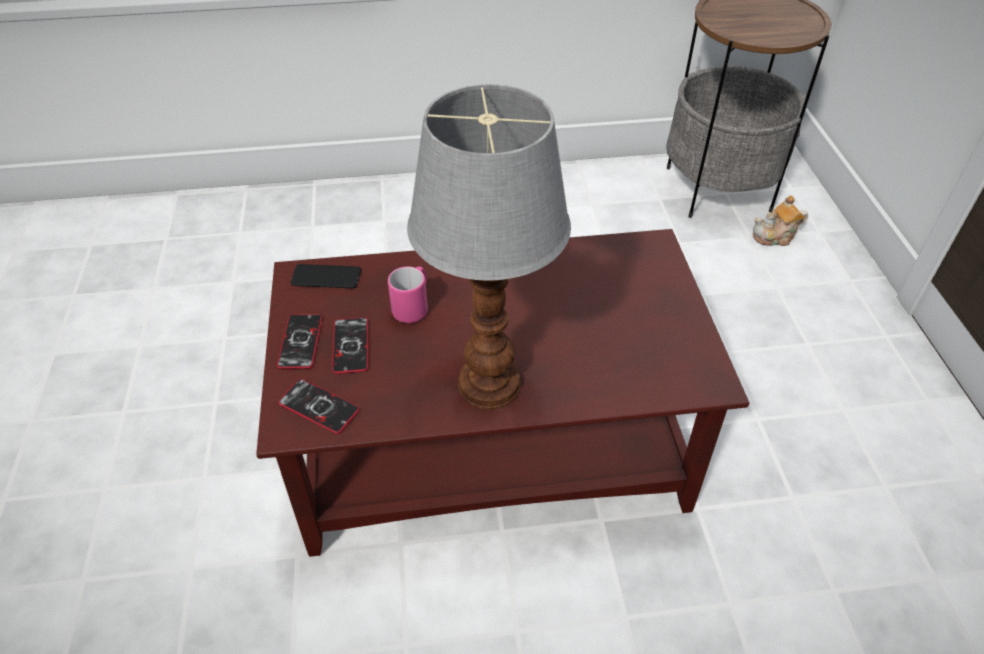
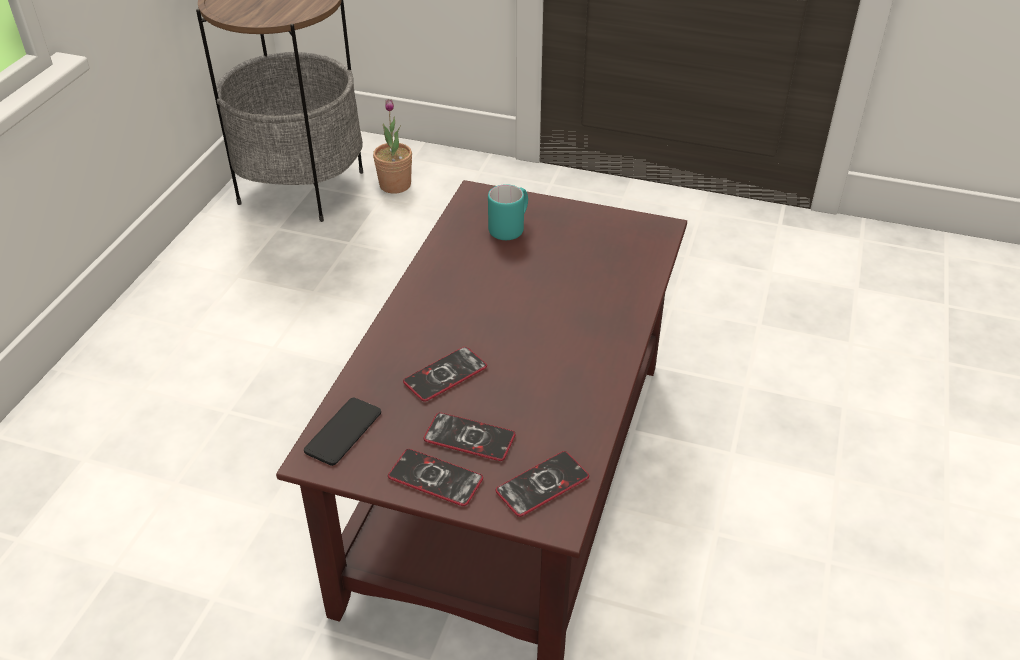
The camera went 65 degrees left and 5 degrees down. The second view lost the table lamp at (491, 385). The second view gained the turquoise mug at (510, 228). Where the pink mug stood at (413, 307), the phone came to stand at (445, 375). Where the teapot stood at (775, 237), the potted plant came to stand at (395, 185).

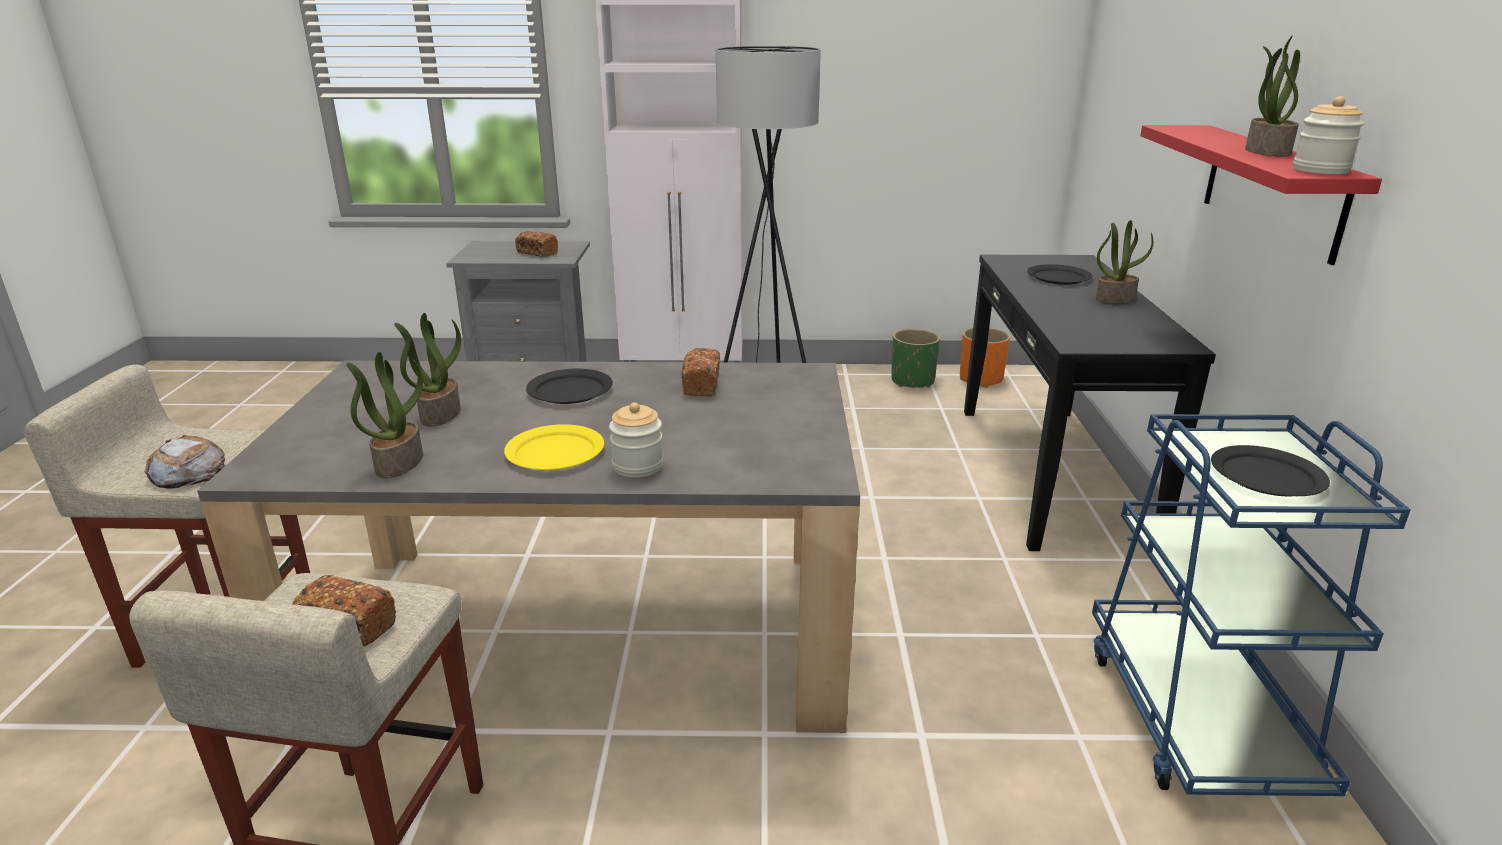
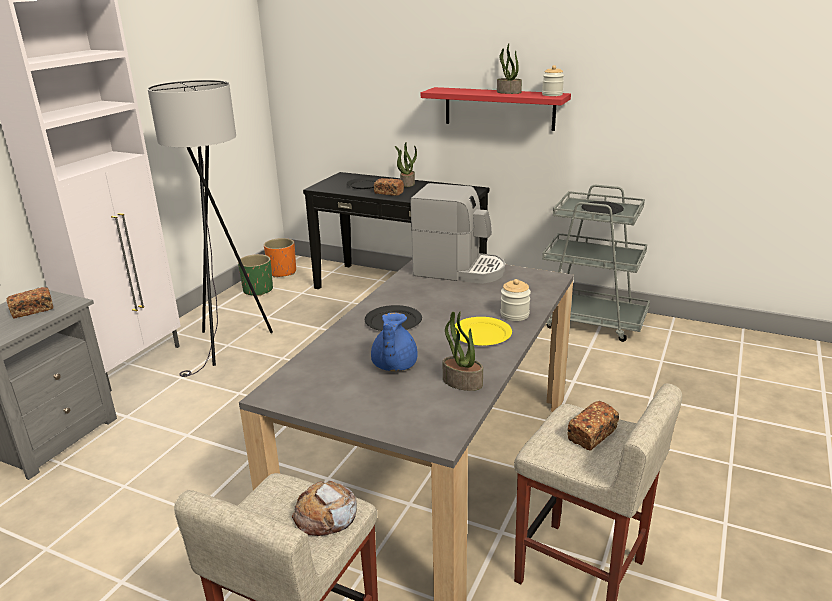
The camera went 65 degrees left and 0 degrees up. The second view gained the coffee machine at (459, 270). The bread ended up elsewhere, having gone from (701, 384) to (388, 193). Where the potted plant stood at (440, 414), the blue teapot came to stand at (393, 365). What was the blue cart at (1196, 716) turned into the grey cart at (589, 321).

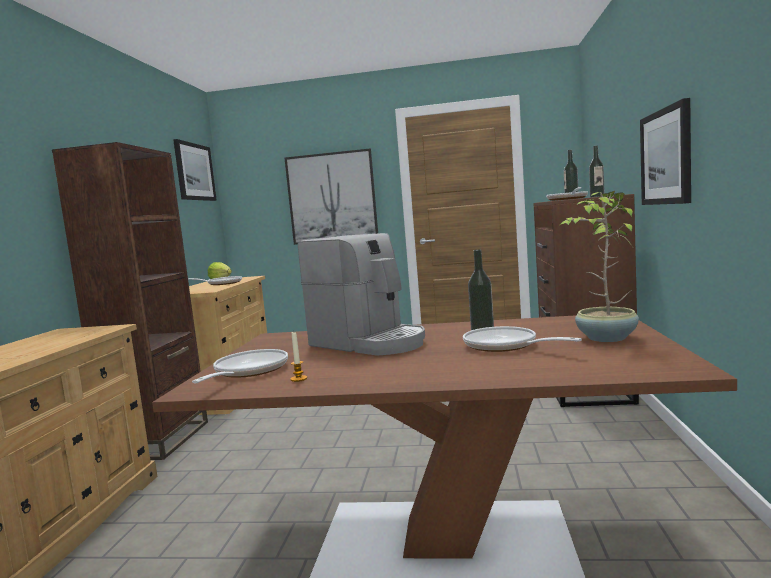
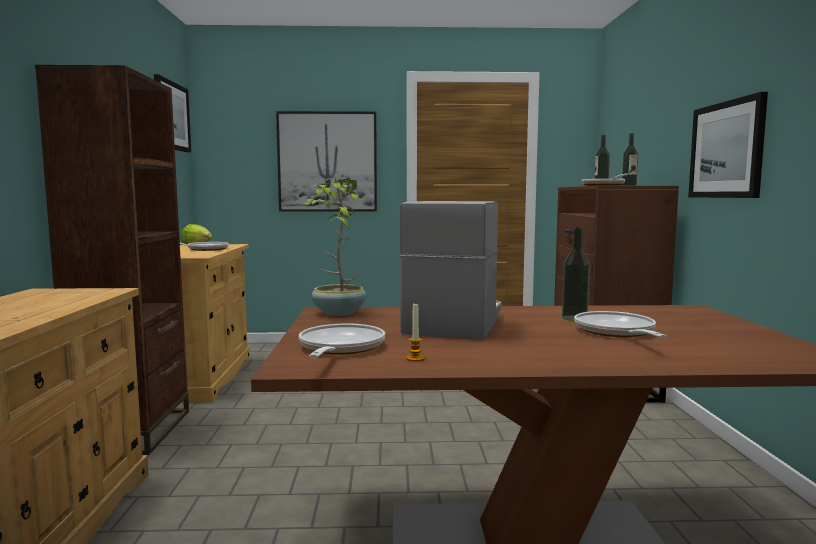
The camera went 10 degrees left and 0 degrees up. The potted plant ended up elsewhere, having gone from (605, 338) to (337, 313). The coffee machine at (369, 343) ended up facing another way, 105 degrees counterclockwise from before. The frying pan at (505, 346) ended up facing another way, 45 degrees clockwise from before.

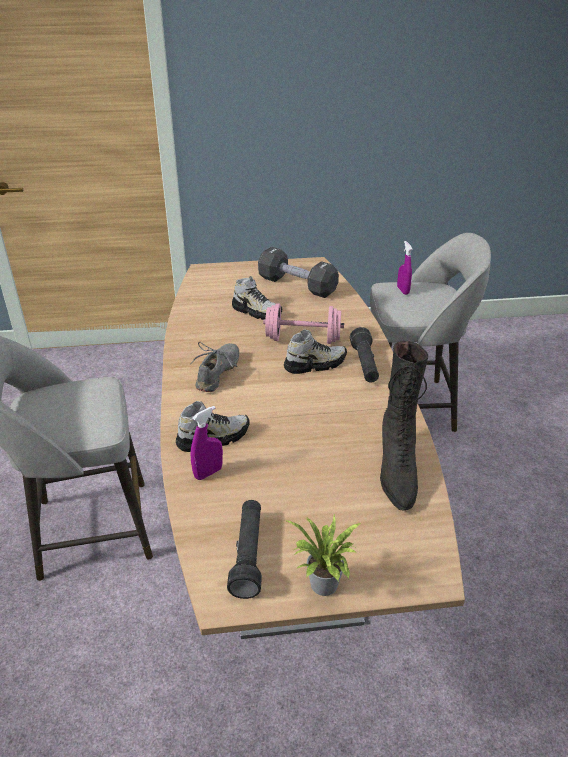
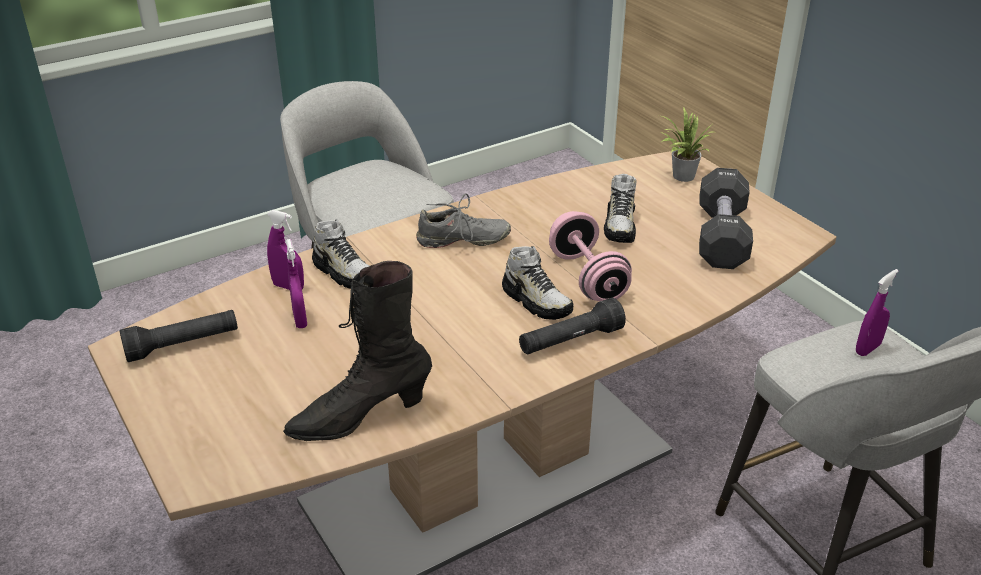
The camera went 65 degrees right and 0 degrees up. The second view gained the purple spray bottle at (300, 320). The potted plant ended up elsewhere, having gone from (323, 587) to (680, 176).

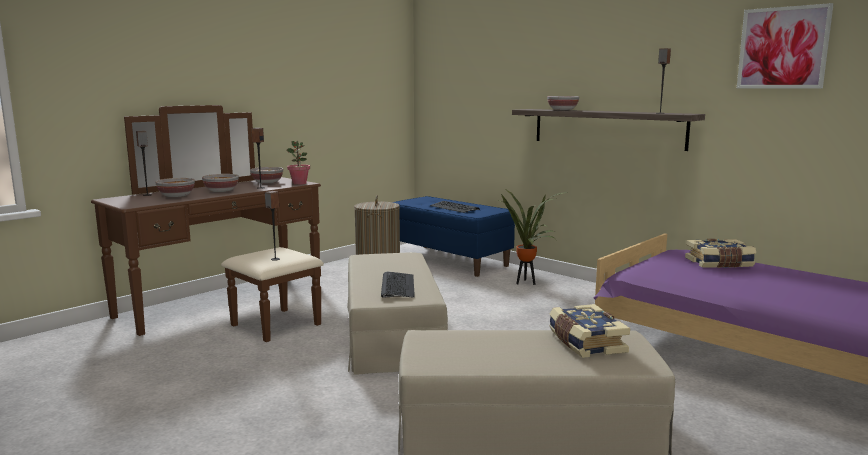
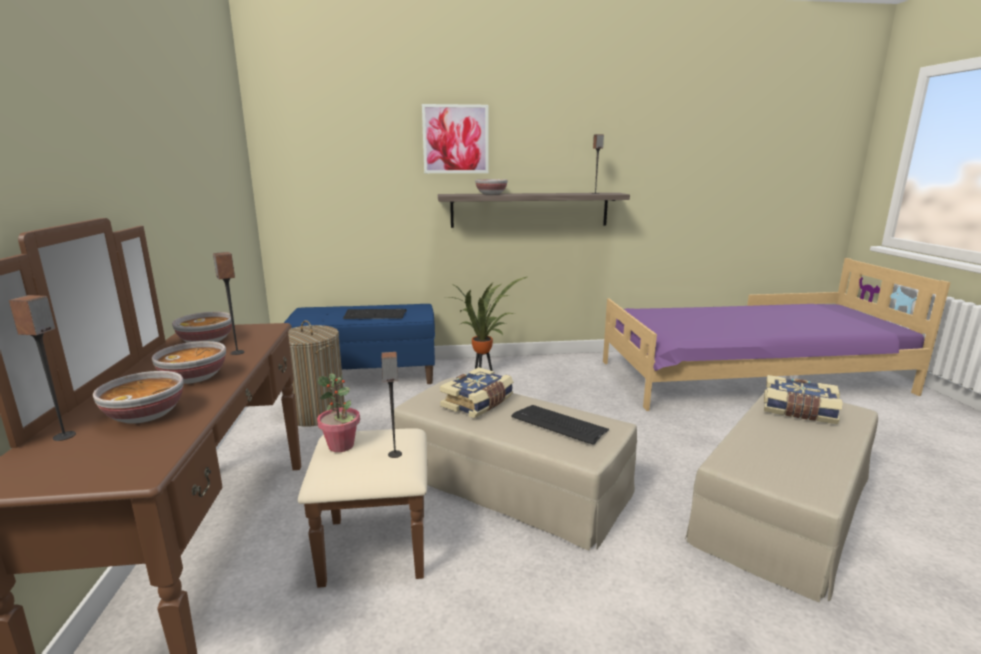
The camera went 50 degrees left and 5 degrees up. The potted plant ended up elsewhere, having gone from (299, 183) to (341, 446). The book ended up elsewhere, having gone from (719, 263) to (478, 403). The picture ended up elsewhere, having gone from (783, 48) to (455, 139).

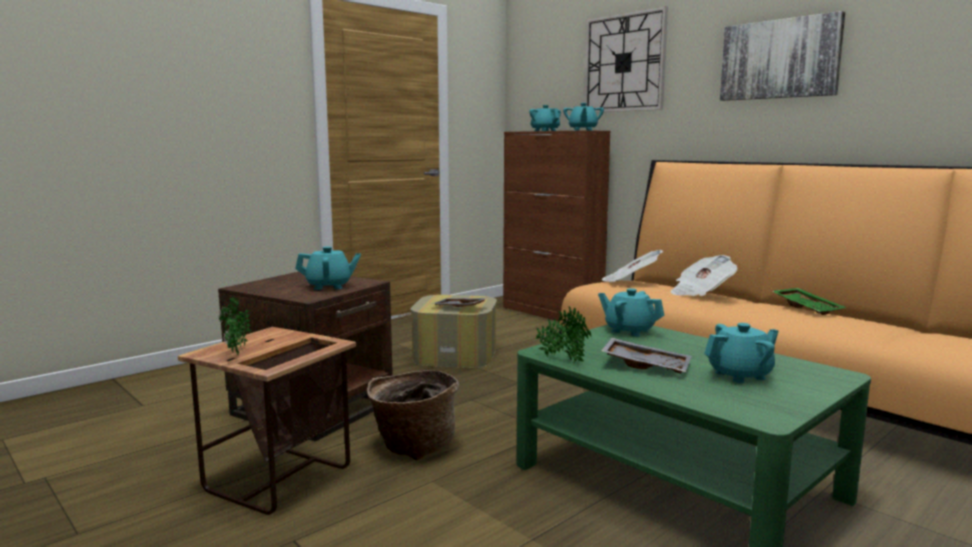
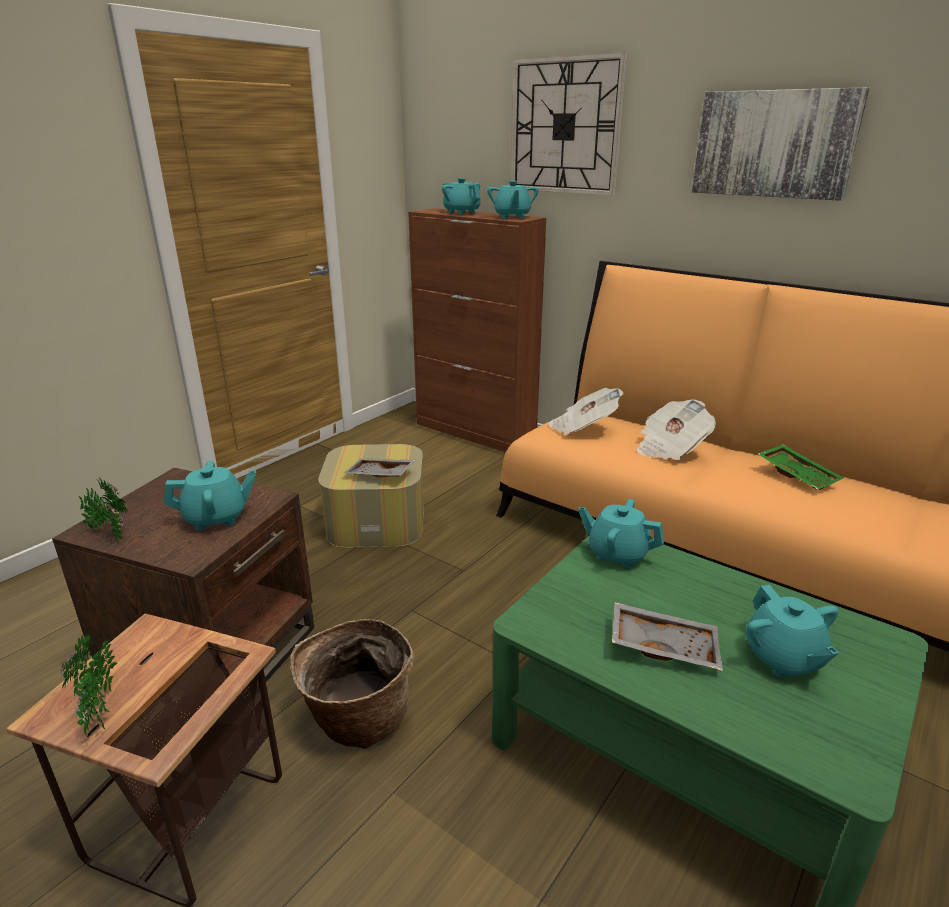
The camera went 10 degrees left and 15 degrees up. The potted plant ended up elsewhere, having gone from (562, 360) to (109, 533). The turquoise teapot at (740, 375) ended up facing another way, 105 degrees clockwise from before.

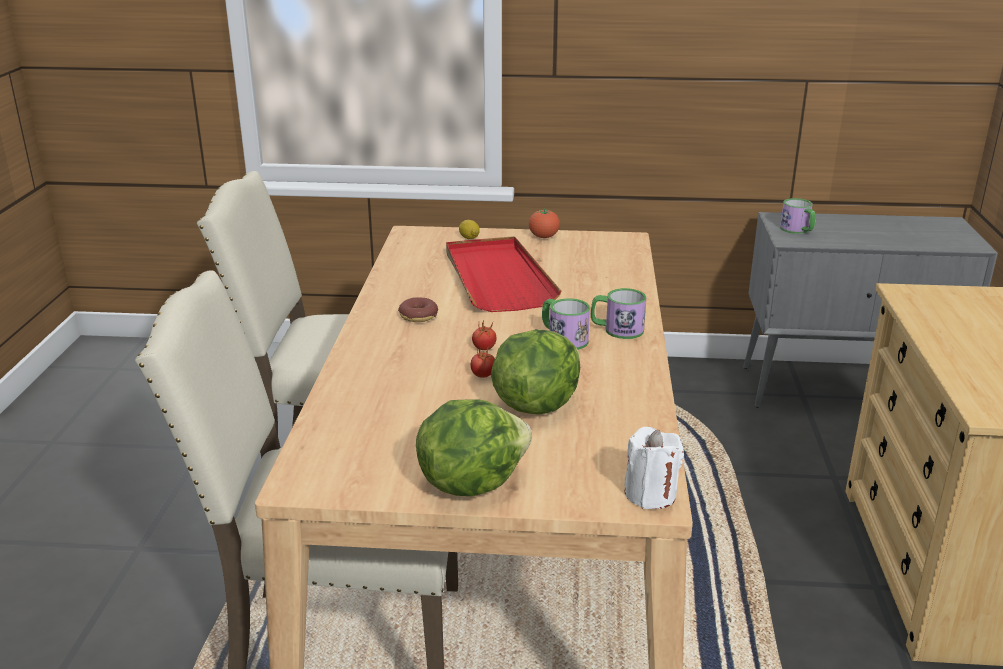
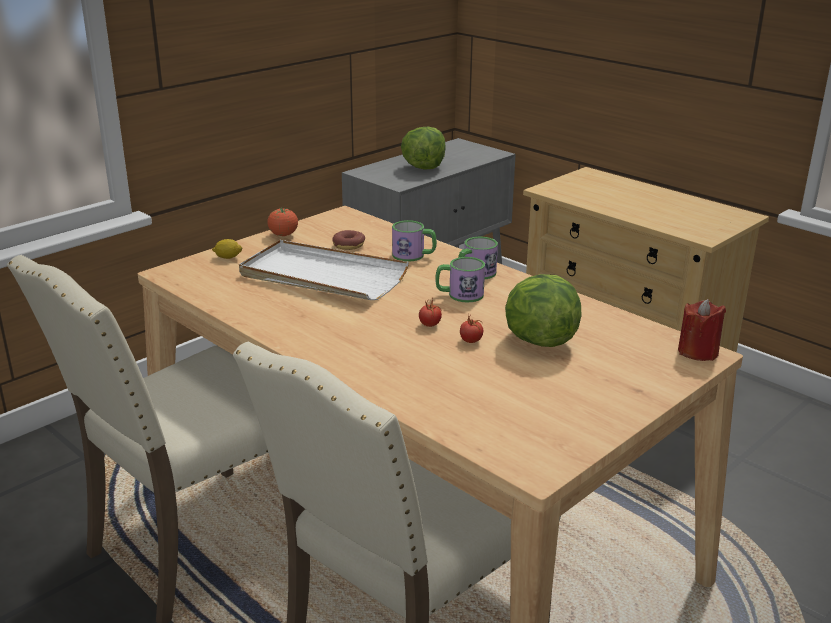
The camera went 50 degrees left and 0 degrees up. The donut ended up elsewhere, having gone from (418, 316) to (348, 245). The lettuce ended up elsewhere, having gone from (471, 482) to (423, 167). The mug ended up elsewhere, having gone from (798, 230) to (414, 255). What was the red tray at (497, 278) turned into the white tray at (322, 276). What was the white candle at (650, 494) turned into the red candle at (698, 352).

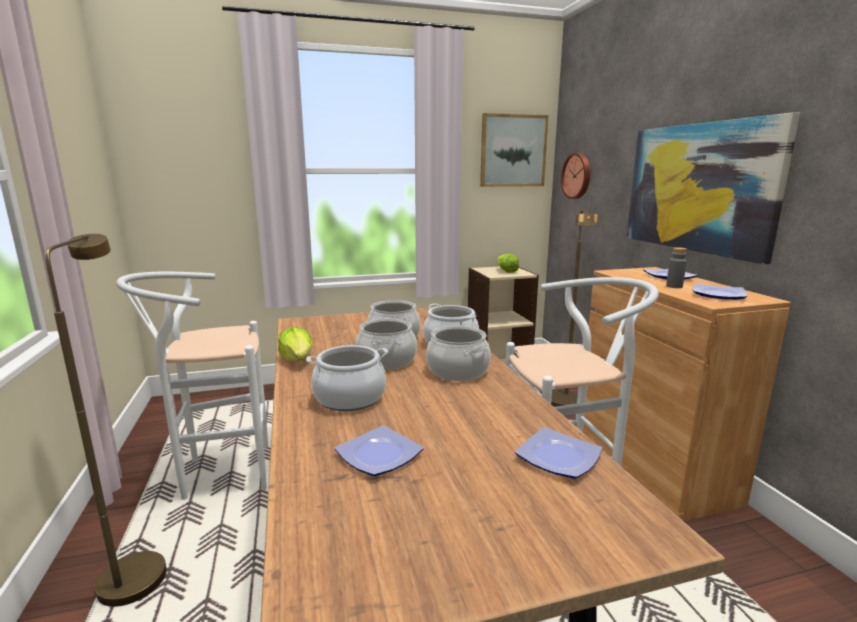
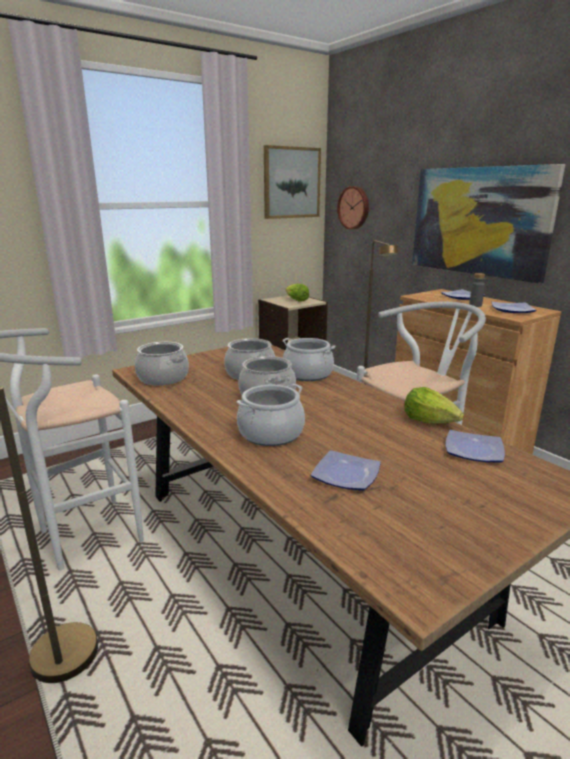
The camera went 20 degrees left and 5 degrees up. The lettuce ended up elsewhere, having gone from (298, 360) to (430, 421). The cooking pot ended up elsewhere, having gone from (457, 371) to (162, 378).

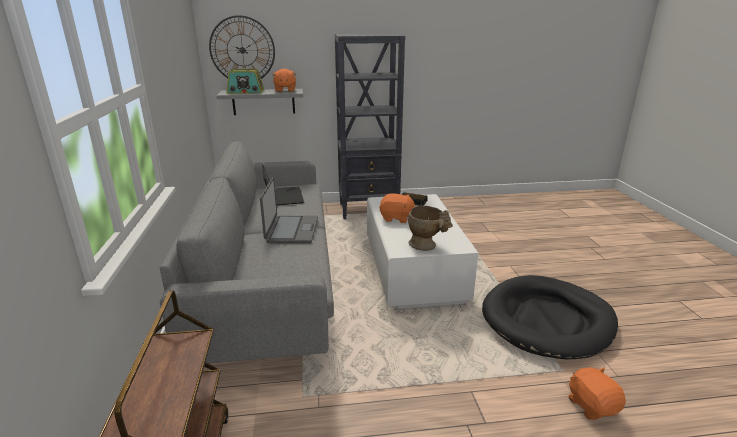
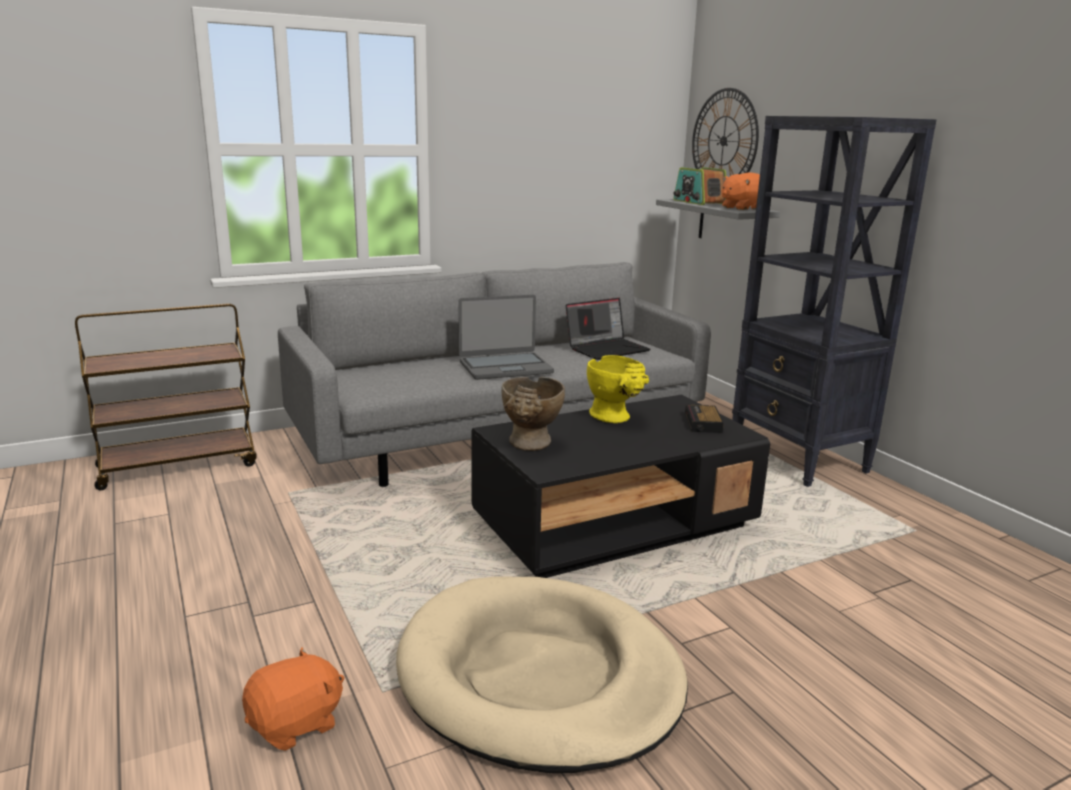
The camera went 70 degrees right and 5 degrees down. Where the orange plush toy stood at (396, 218), the yellow vase came to stand at (615, 418). What was the white coffee table at (413, 270) turned into the black coffee table at (614, 524). What was the black dog bed at (547, 320) turned into the beige dog bed at (539, 677).

